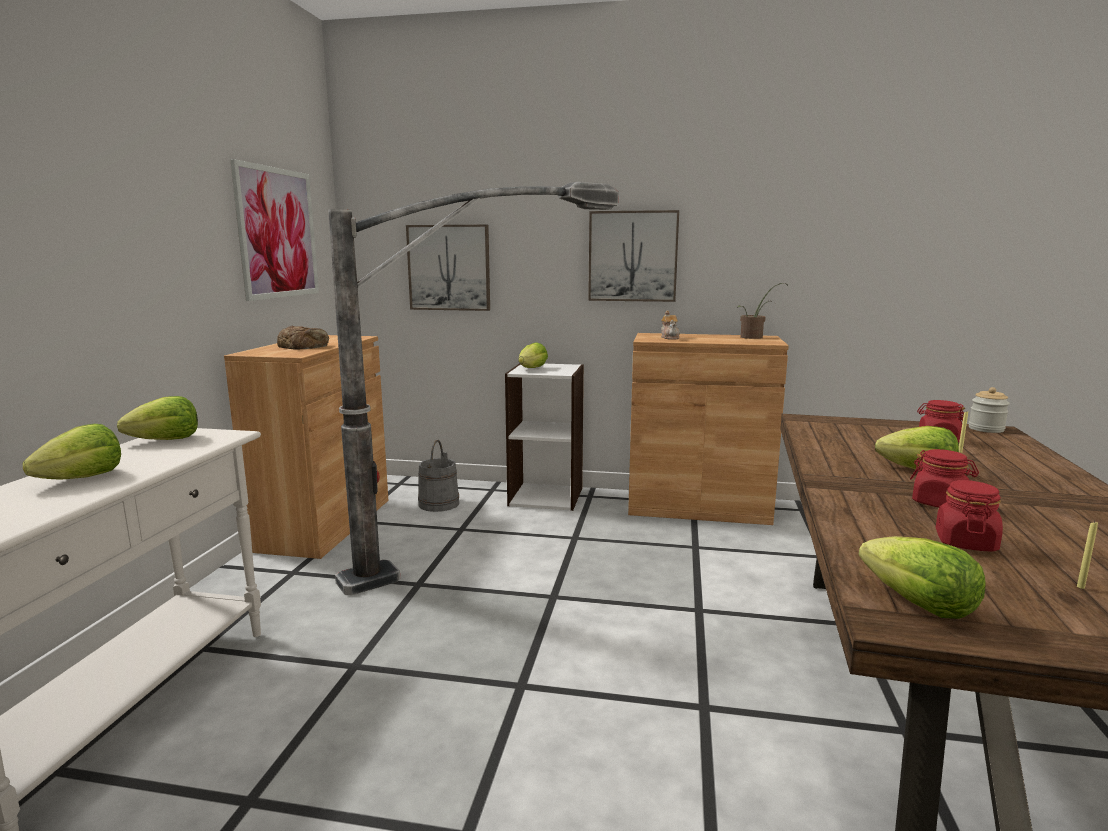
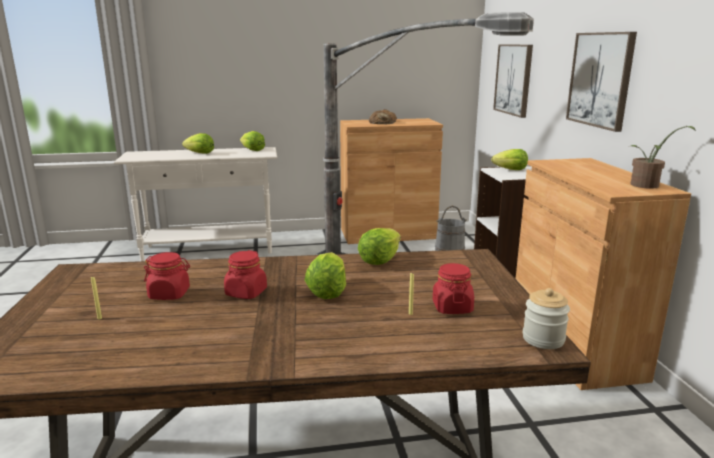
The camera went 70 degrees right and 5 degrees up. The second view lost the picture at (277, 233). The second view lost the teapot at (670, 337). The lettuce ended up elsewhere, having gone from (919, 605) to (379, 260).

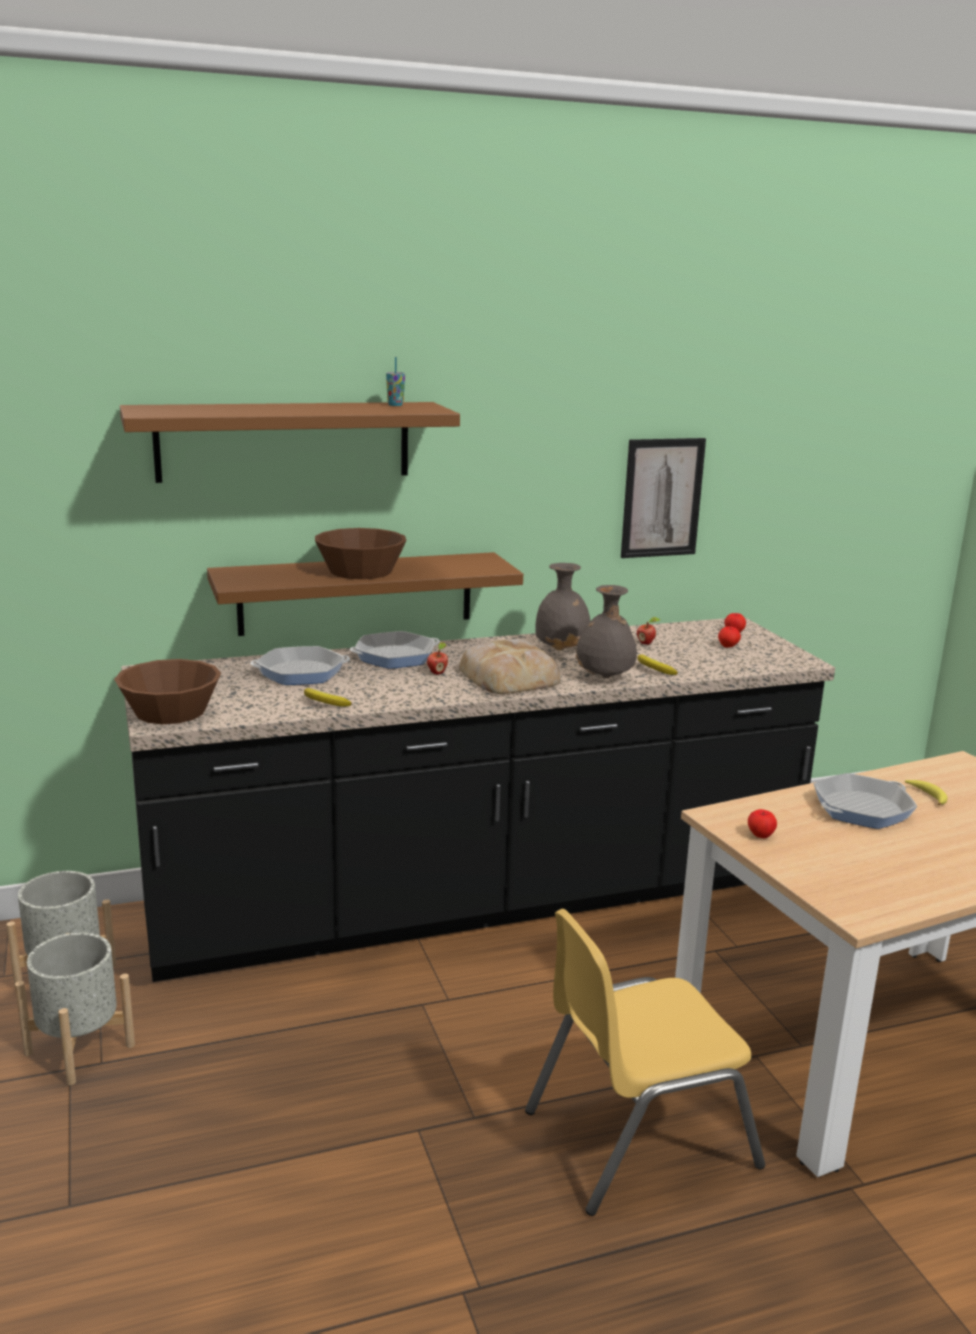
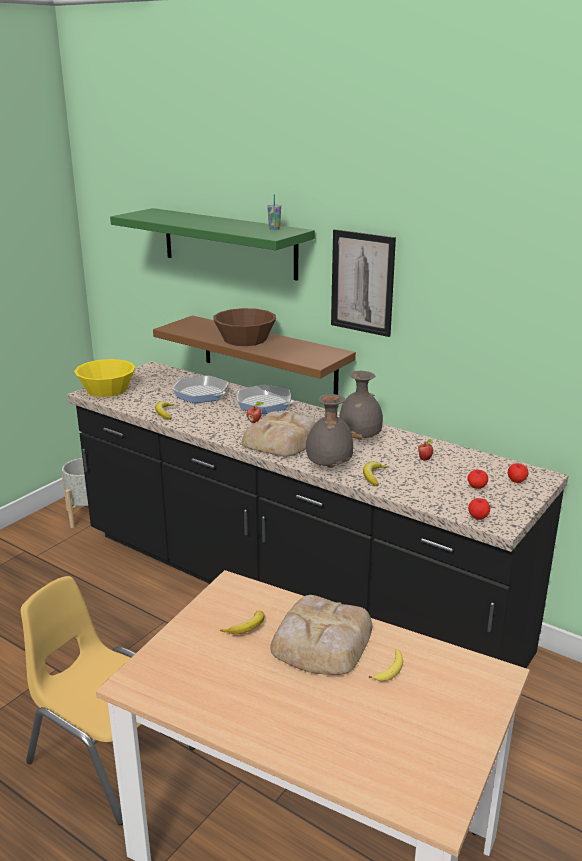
The camera went 55 degrees right and 5 degrees up. The second view lost the grey planter at (79, 1049). The second view gained the banana at (246, 628). The picture ended up elsewhere, having gone from (662, 498) to (362, 282). The apple ended up elsewhere, having gone from (760, 835) to (478, 517). Where the frying pan stood at (862, 808), the bread came to stand at (320, 642). What was the brown bowl at (170, 711) turned into the yellow bowl at (107, 389). What was the brown shelf at (284, 441) turned into the green shelf at (229, 243).

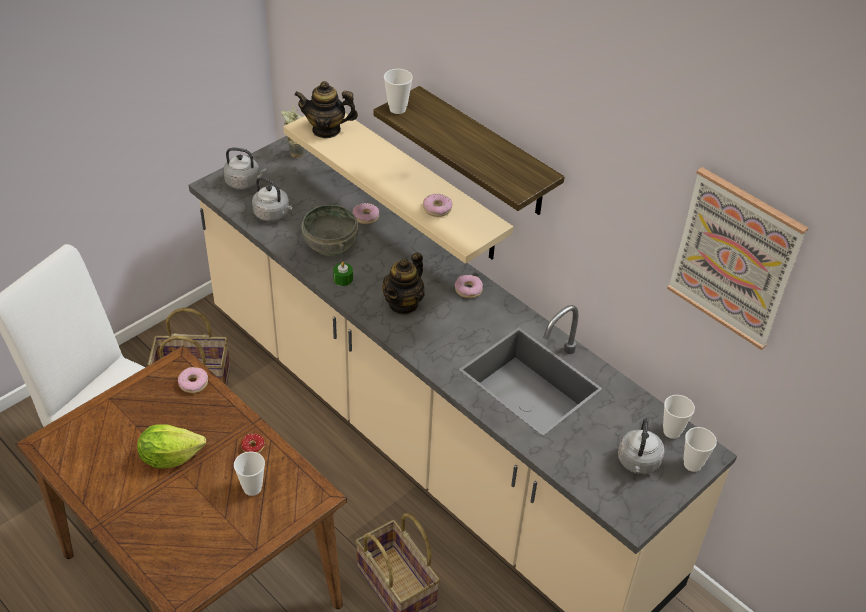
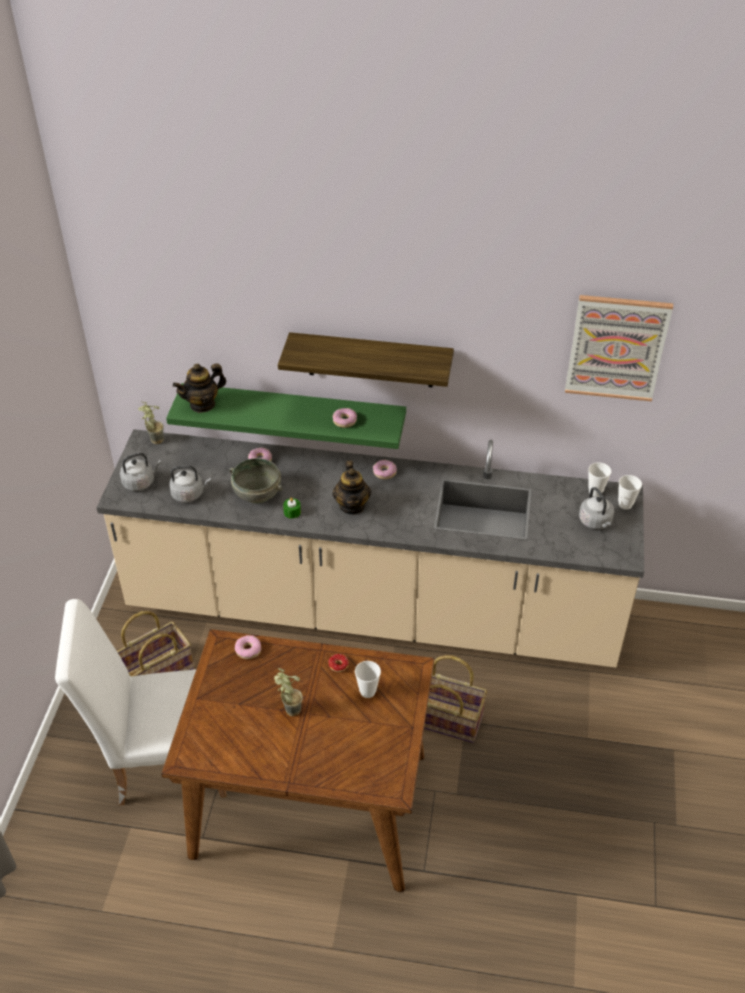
The camera went 35 degrees left and 0 degrees up. The second view lost the cup at (397, 109). Where the lettuce stood at (170, 457), the potted plant came to stand at (288, 708). What was the beige shelf at (416, 182) turned into the green shelf at (293, 412).

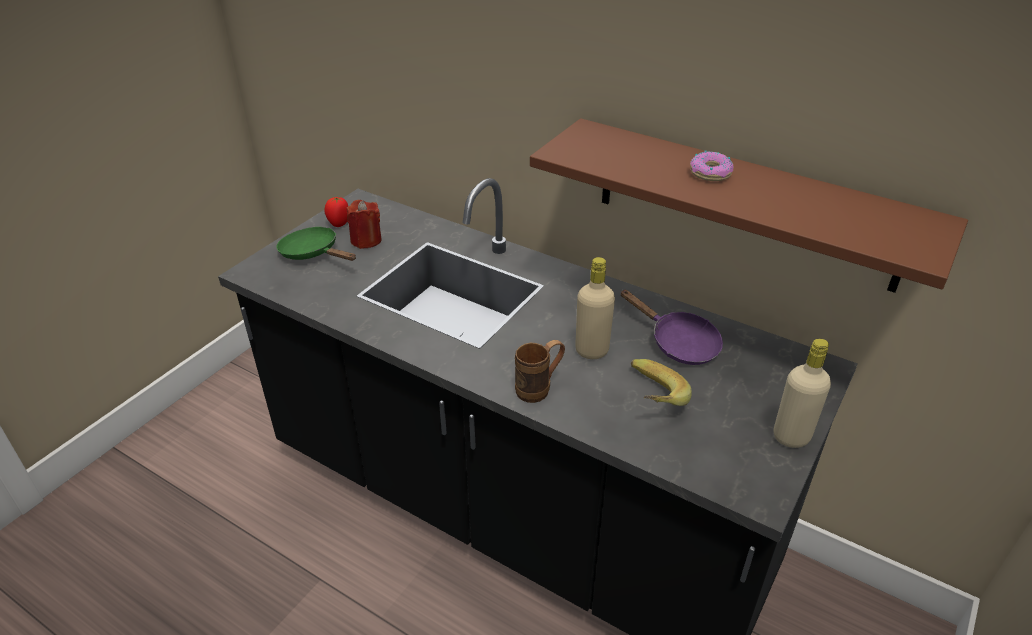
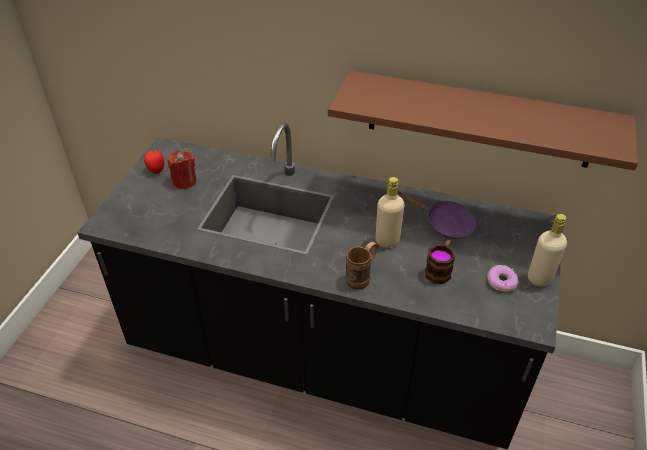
The camera went 15 degrees left and 5 degrees up. The second view lost the green frying pan at (313, 253). The donut ended up elsewhere, having gone from (711, 173) to (501, 281). Where the banana stood at (649, 399), the mug came to stand at (439, 270).

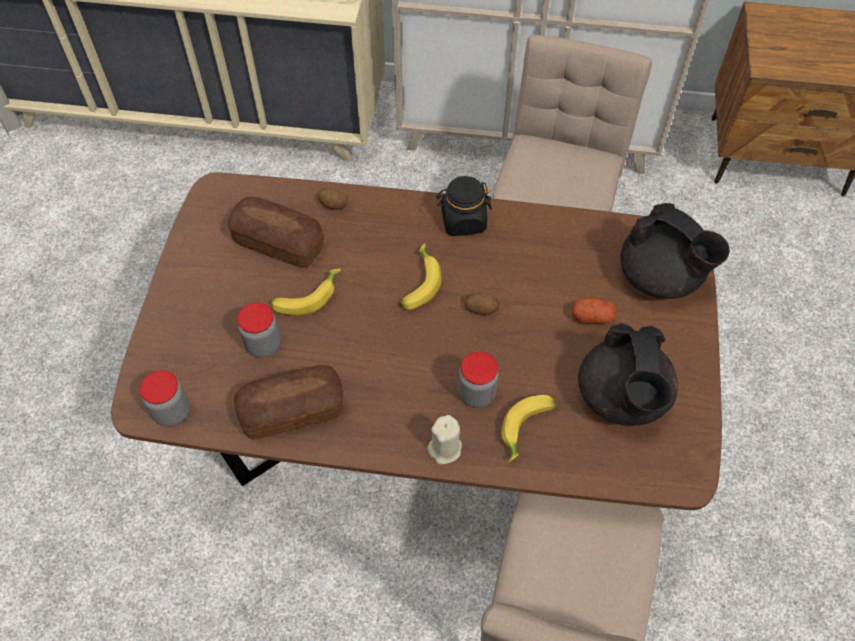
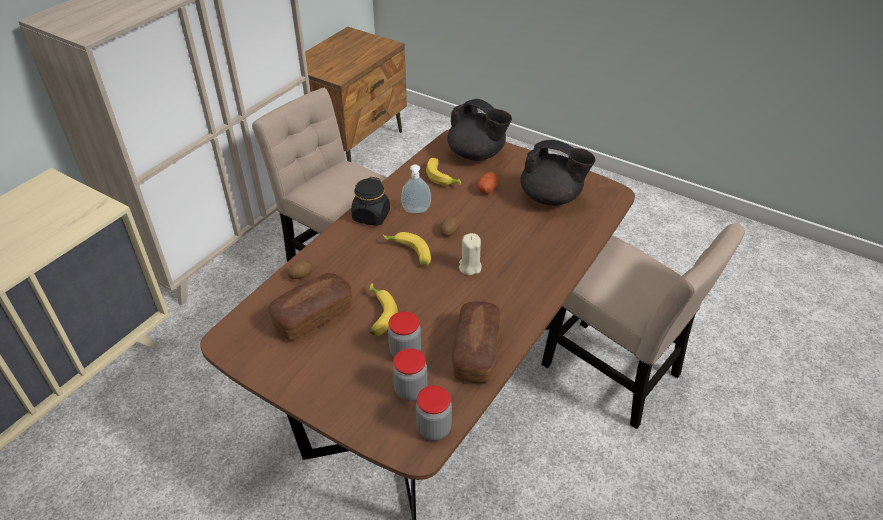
The camera went 65 degrees left and 15 degrees down. The second view gained the soap dispenser at (416, 211). The beige candle ended up elsewhere, having gone from (445, 448) to (469, 267). The jar ended up elsewhere, having gone from (476, 394) to (410, 390). The banana ended up elsewhere, having gone from (528, 430) to (443, 177). The black teapot at (660, 277) ended up facing another way, 60 degrees clockwise from before.

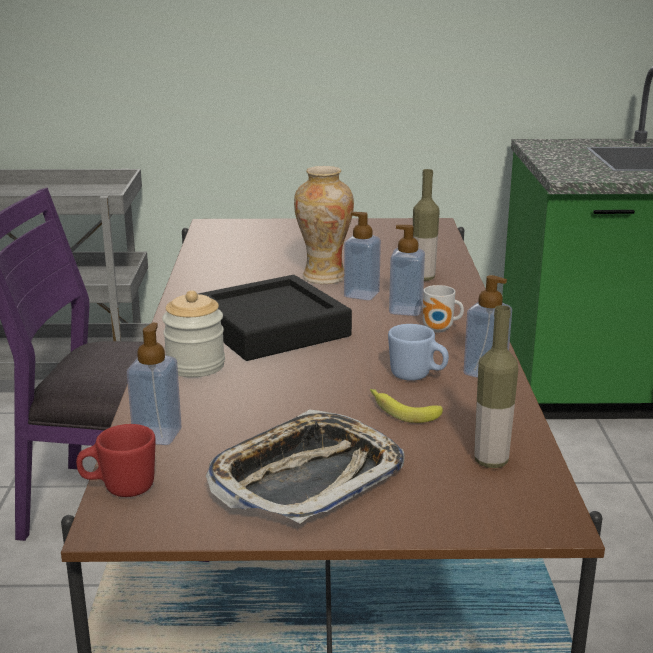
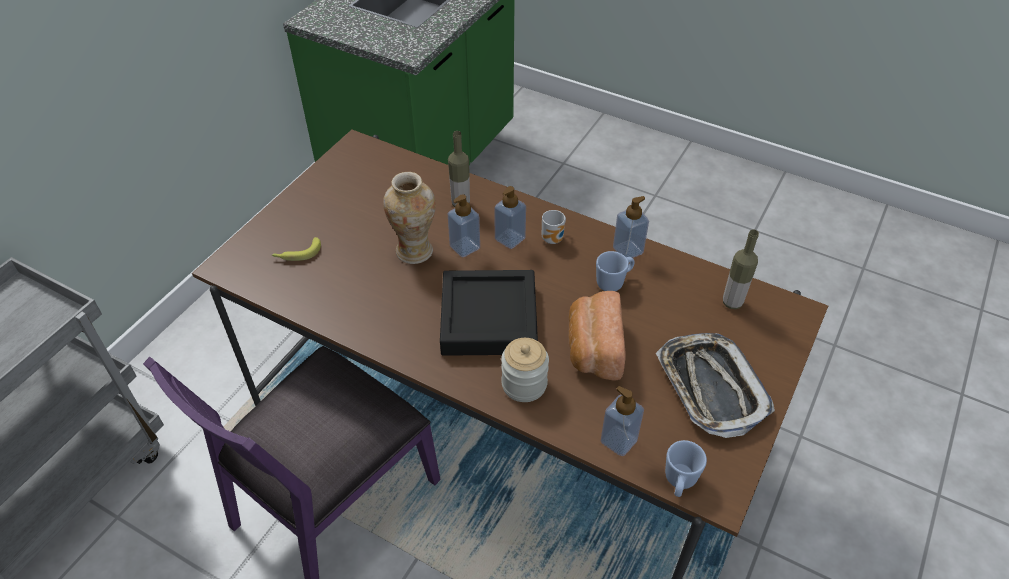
The camera went 60 degrees left and 25 degrees up. The second view gained the bread at (593, 348). The banana ended up elsewhere, having gone from (401, 410) to (297, 254). What was the red mug at (119, 488) turned into the blue mug at (679, 482).

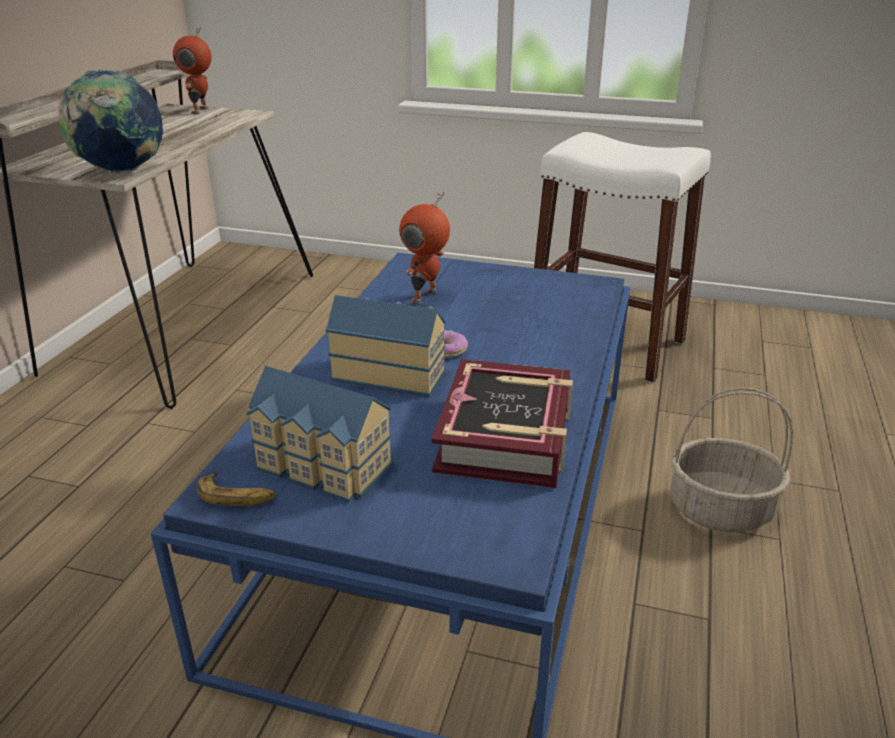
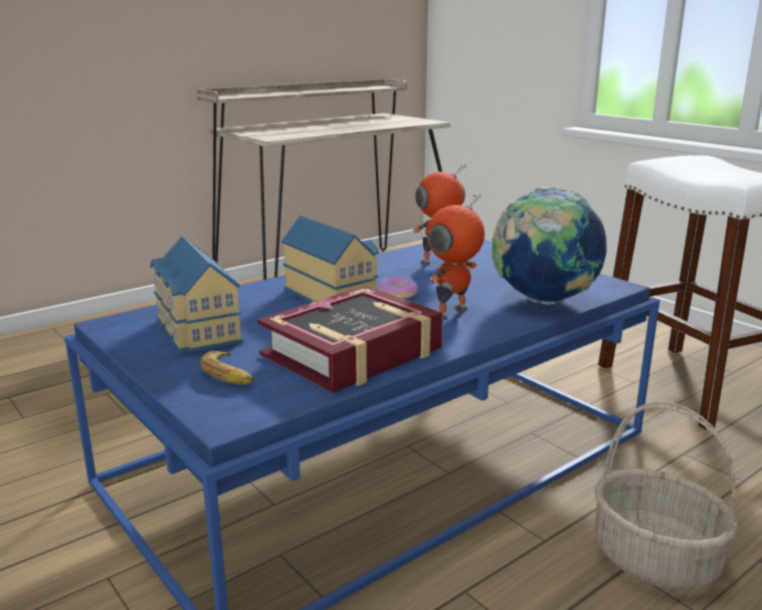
The camera went 35 degrees right and 10 degrees down. The globe ended up elsewhere, having gone from (121, 172) to (543, 301). The toy robot ended up elsewhere, having gone from (201, 111) to (452, 313). The banana ended up elsewhere, having gone from (237, 496) to (229, 375).

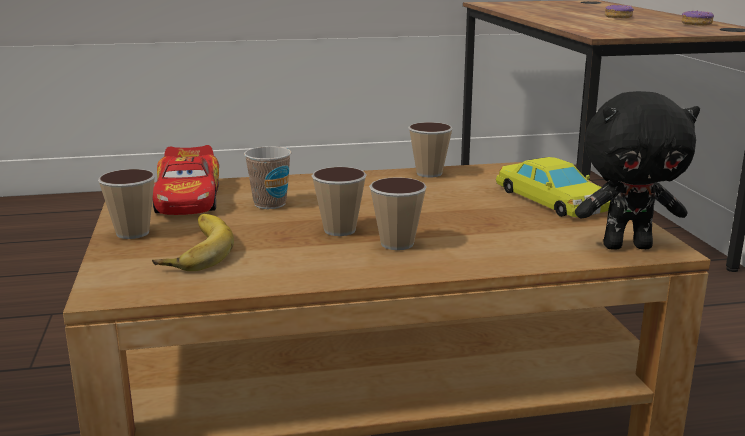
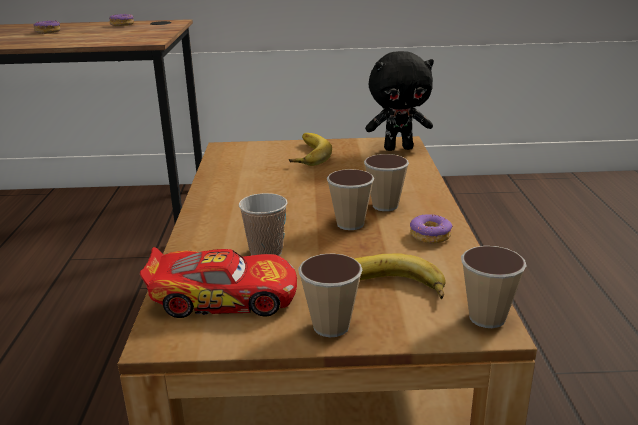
The camera went 80 degrees left and 5 degrees up. The second view gained the donut at (430, 236). The cup ended up elsewhere, having gone from (429, 173) to (487, 318). Where the yellow toy car stood at (551, 200), the banana came to stand at (305, 154). The black plush toy at (627, 246) ended up facing another way, 75 degrees clockwise from before.

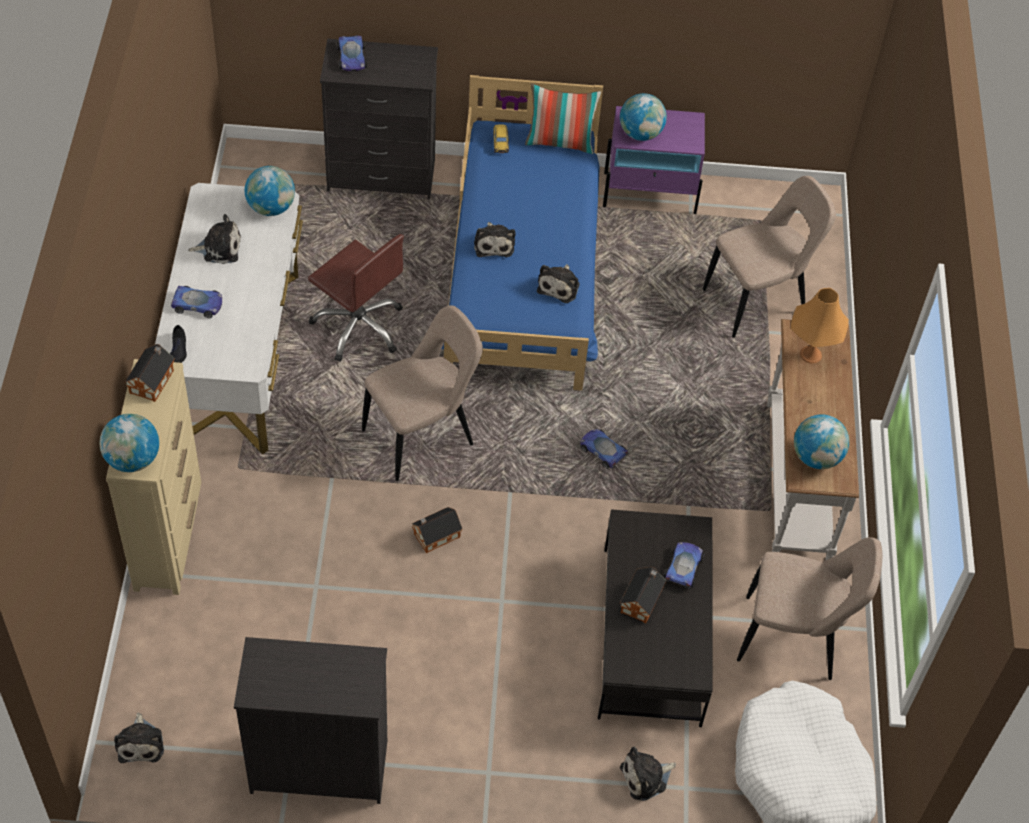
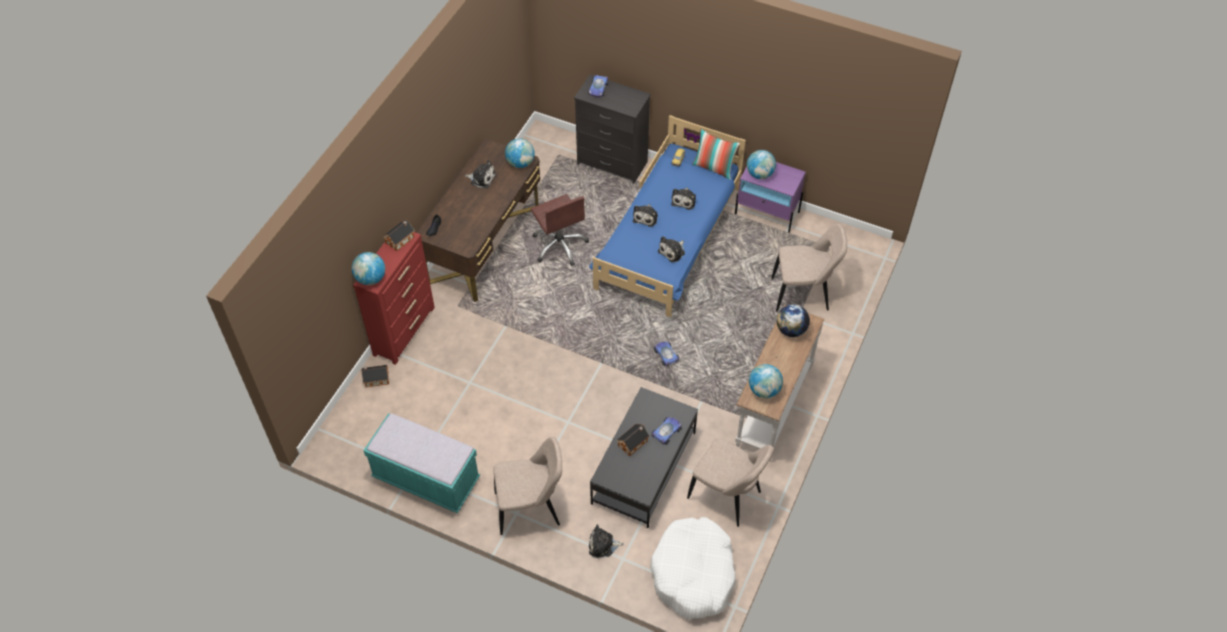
The camera went 25 degrees right and 0 degrees up. The second view lost the toy car at (198, 305). The plush toy ended up elsewhere, having gone from (141, 743) to (684, 200). The beige chair ended up elsewhere, having gone from (423, 436) to (531, 508). The toy house ended up elsewhere, having gone from (435, 536) to (375, 379). Where the black dresser stood at (318, 766), the turquoise bench came to stand at (426, 479). Where the orange table lamp stood at (810, 355), the globe came to stand at (791, 330). What was the beige dresser at (168, 534) turned into the red dresser at (404, 330). What was the white desk at (236, 357) turned into the brown desk at (484, 244).

